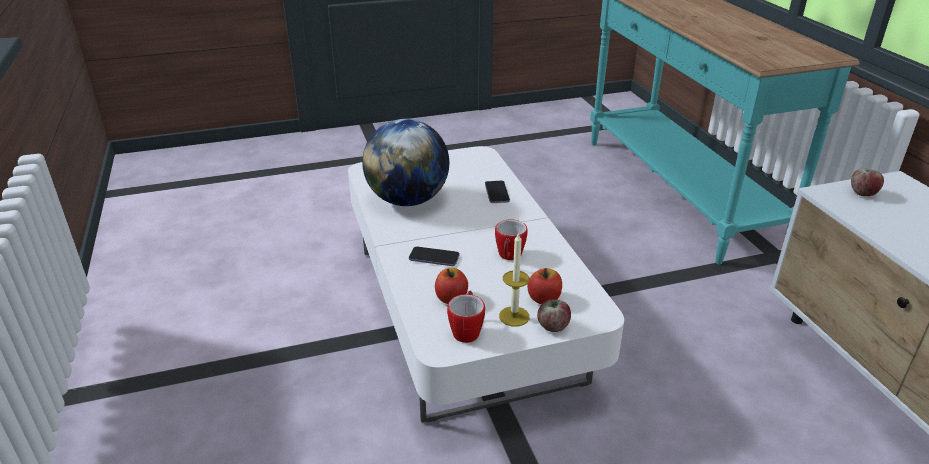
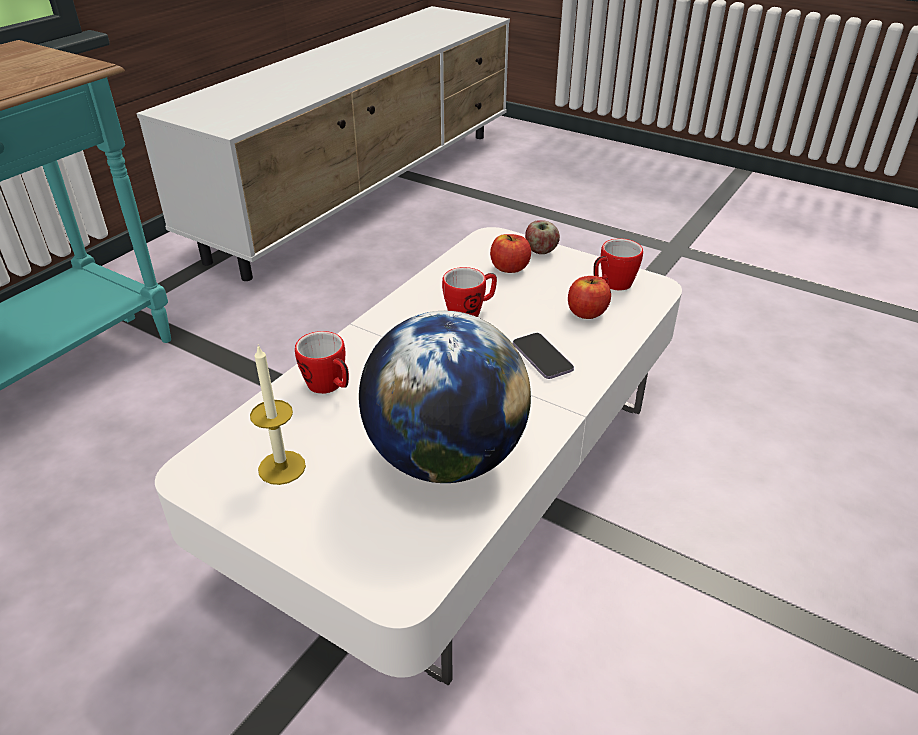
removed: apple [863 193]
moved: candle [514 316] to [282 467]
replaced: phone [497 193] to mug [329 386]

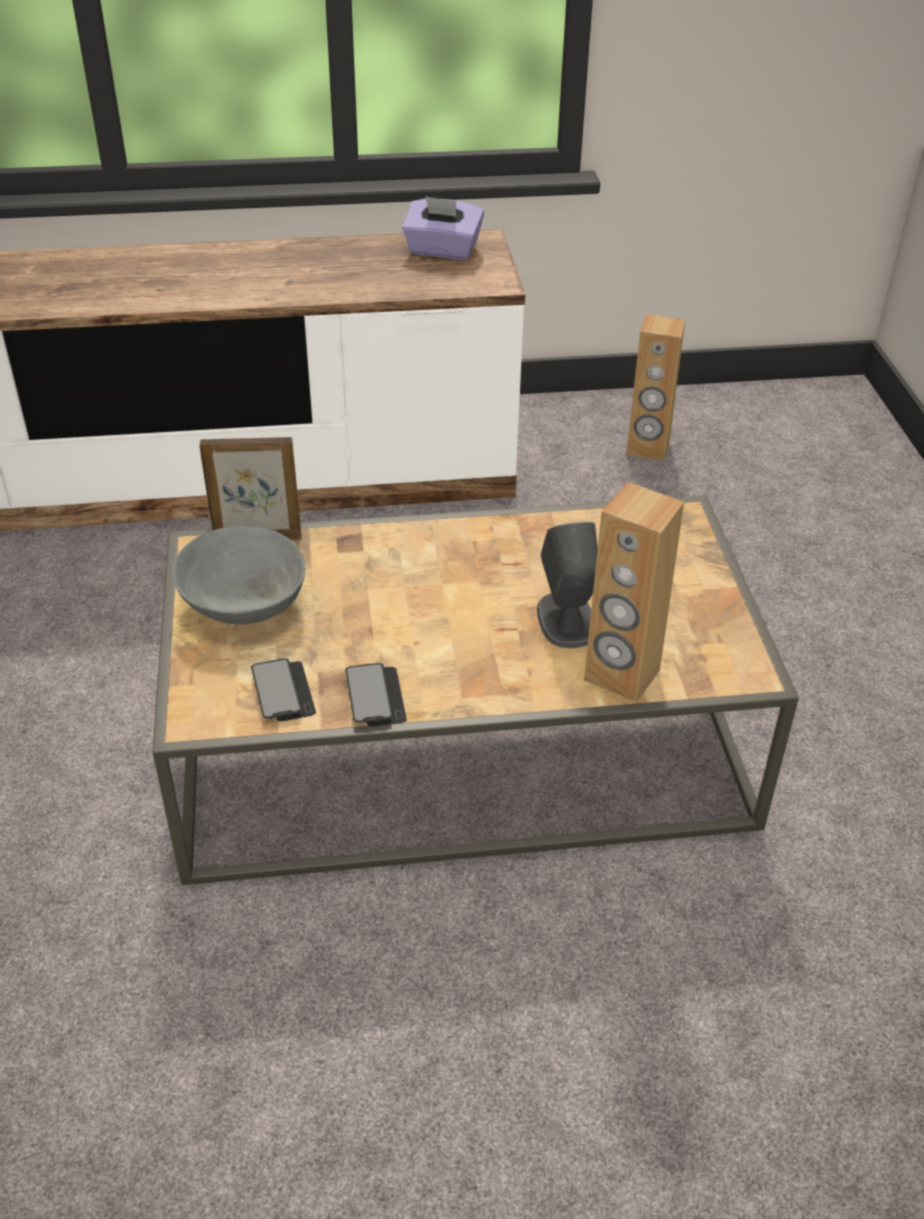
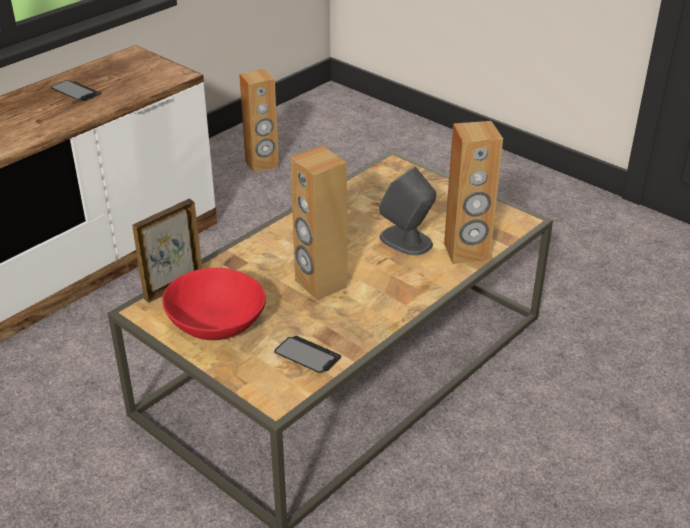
removed: purple tissue box [442 251]
added: brown speaker [320 284]
moved: phone [375 696] to [76 92]
recoloured: grey bowl [242 603] to red bowl [215 325]

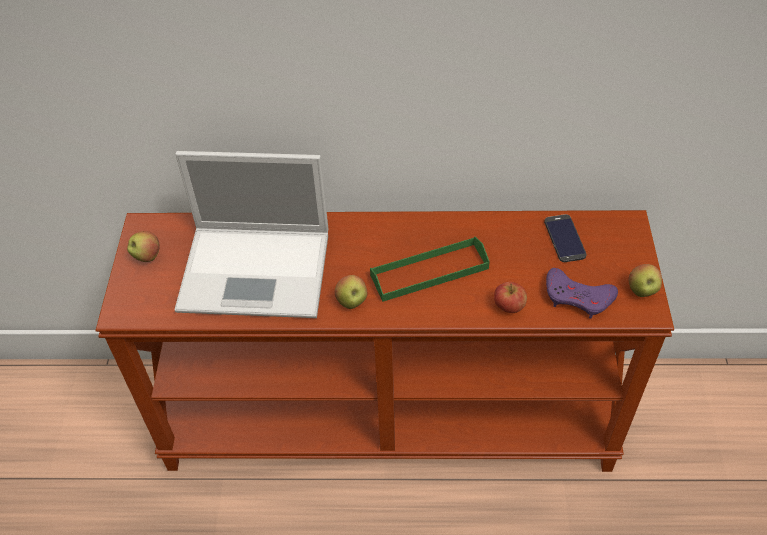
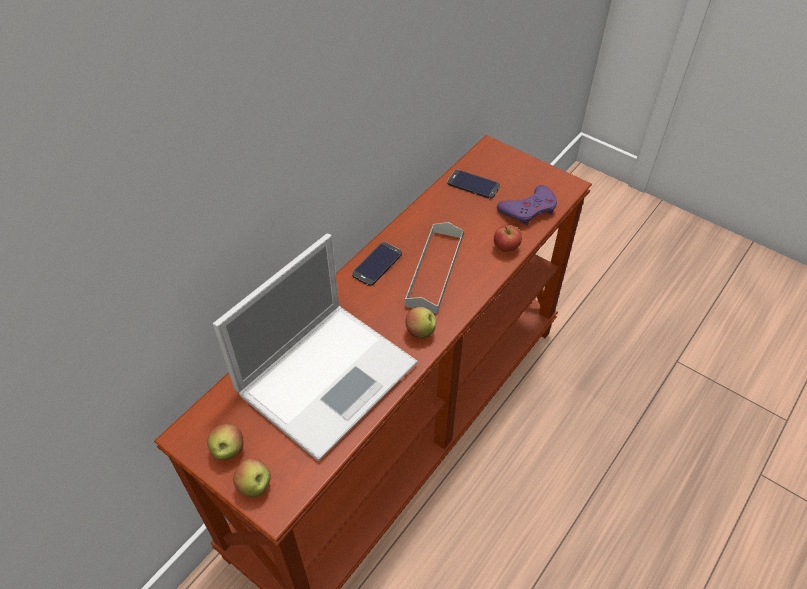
added: phone [377 264]
moved: apple [642 291] to [255 486]
recoloured: green tray [429 272] to grey tray [434 270]

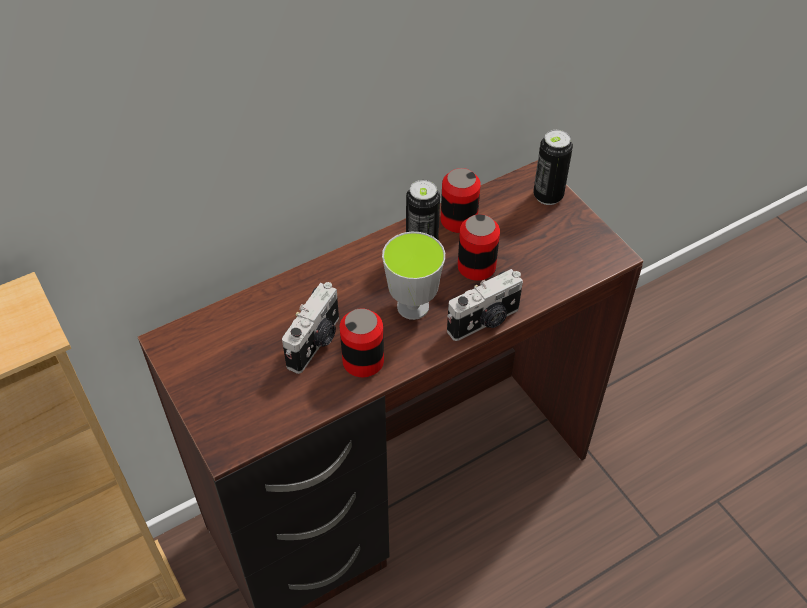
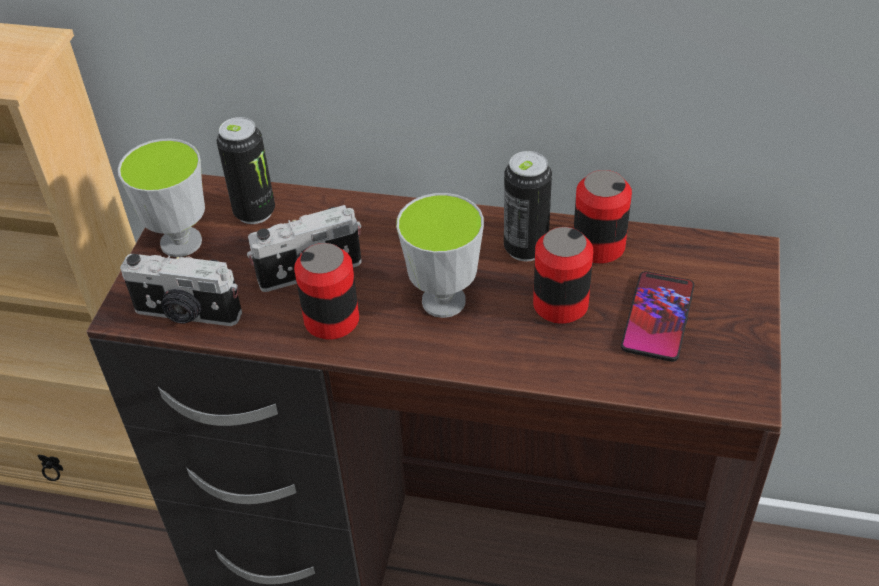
added: cup [181 242]; phone [658 317]
moved: photo camera [485 321] to [187 314]; can [548 196] to [254 212]

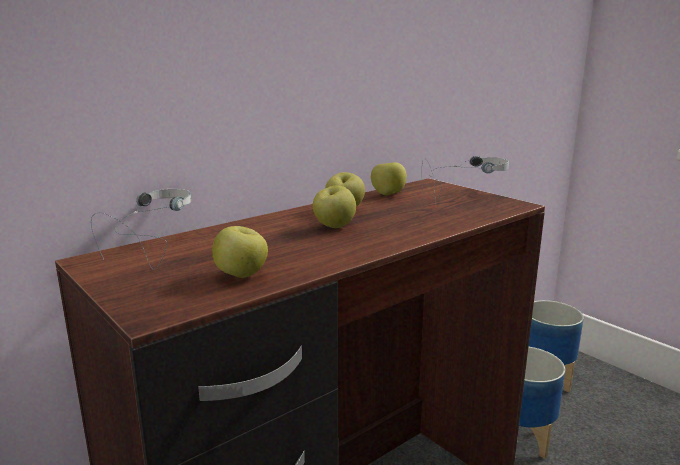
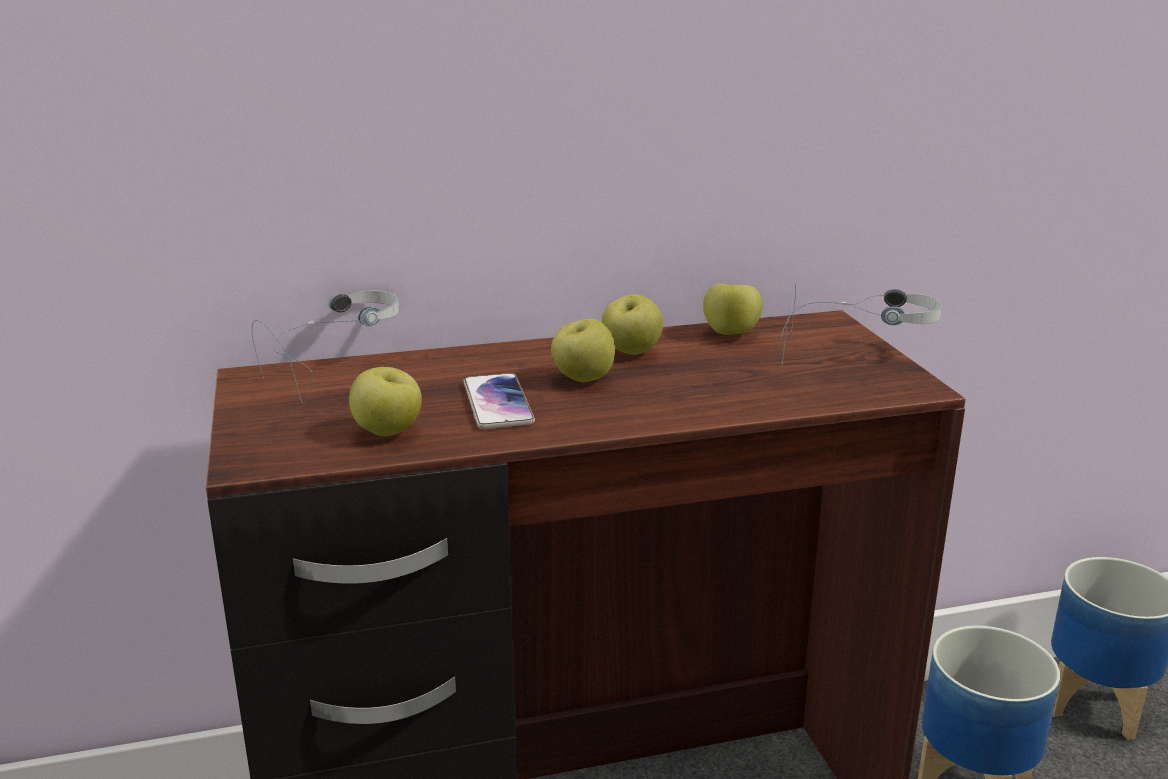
added: phone [497 403]

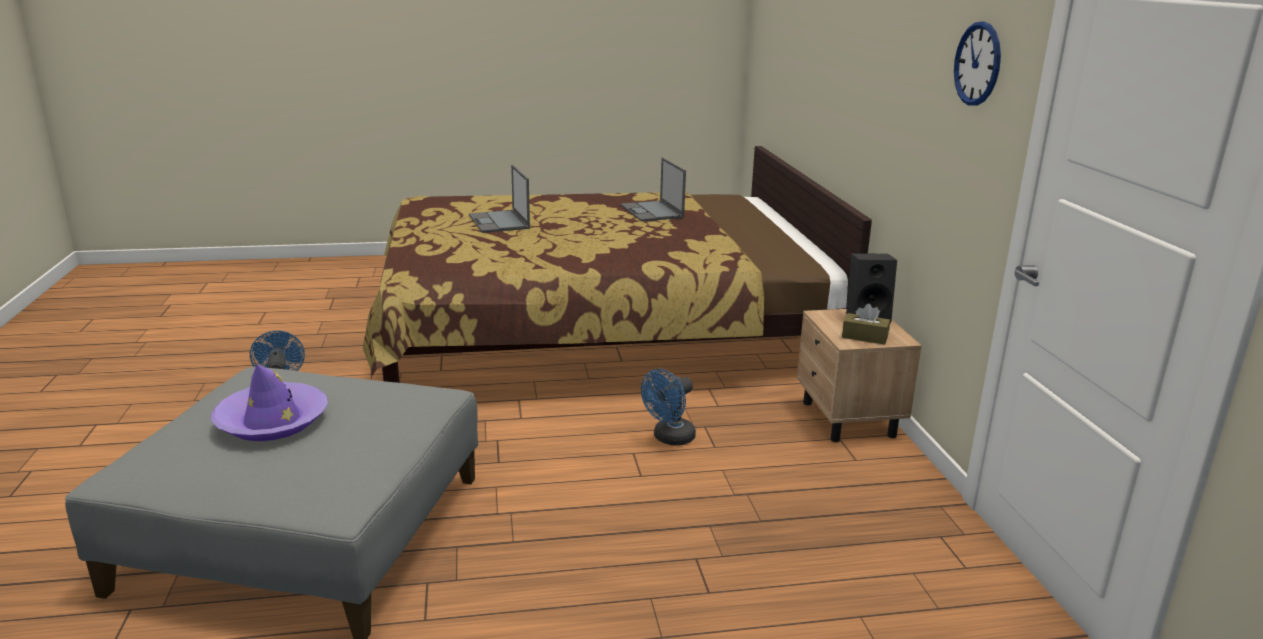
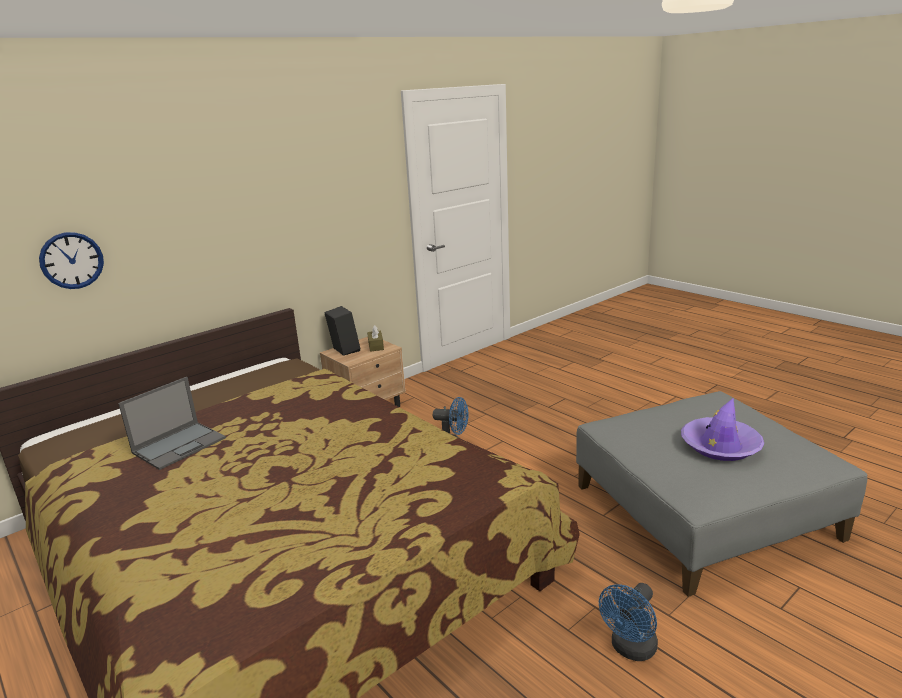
removed: laptop [499 222]
moved: wall clock [977 64] to [72 260]

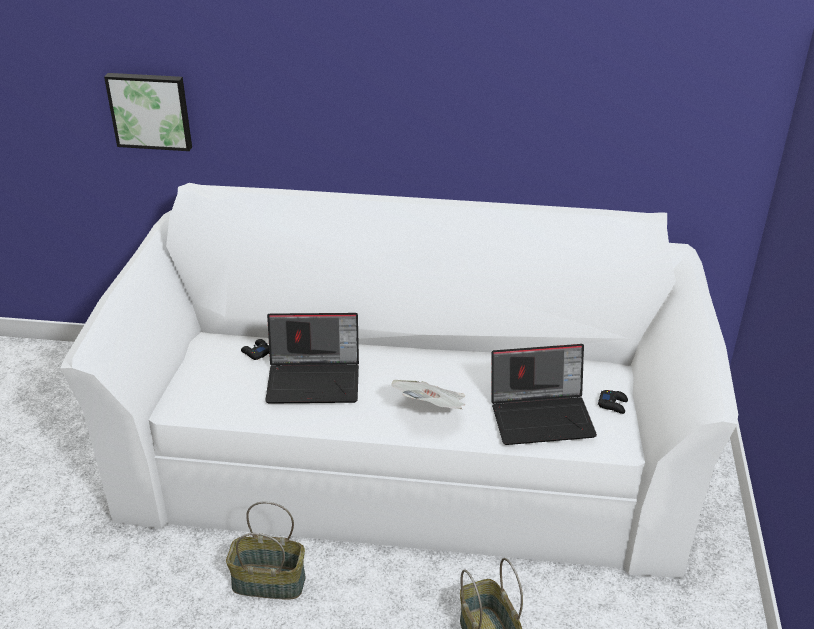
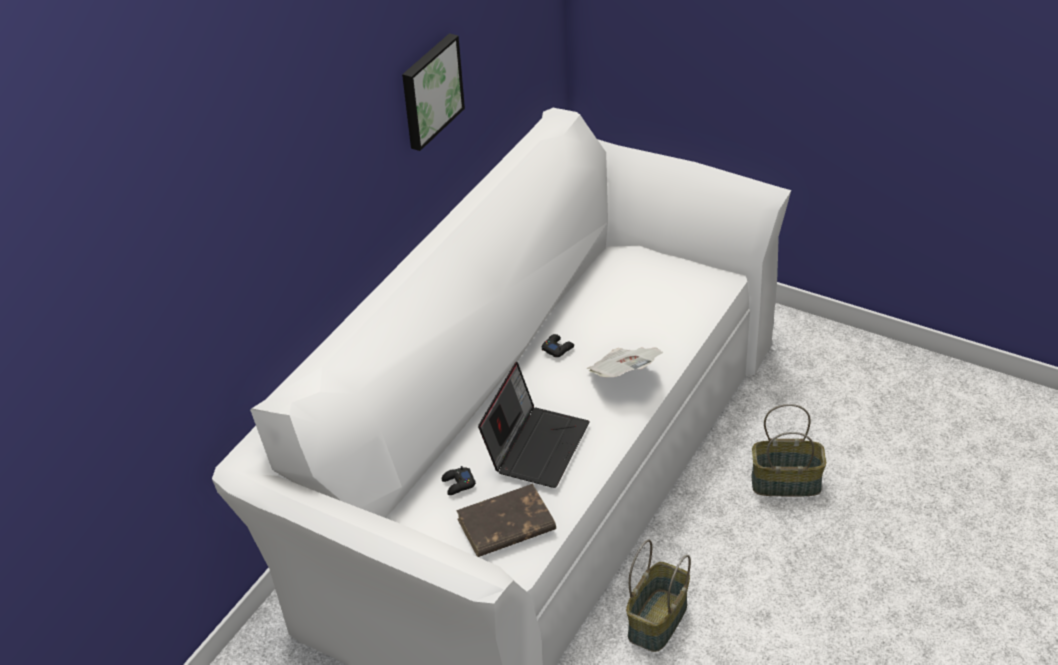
removed: laptop [542 416]
added: brown book [505 525]
moved: picture [150 110] to [430 90]; black game controller [613 404] to [557 348]

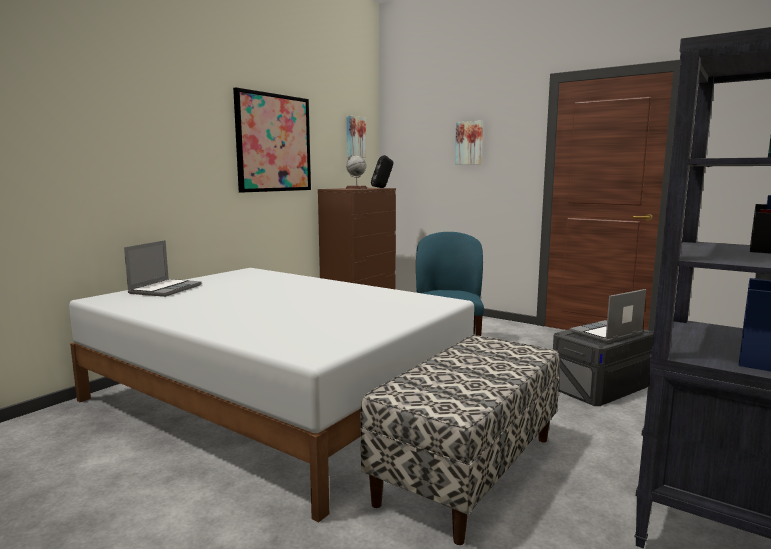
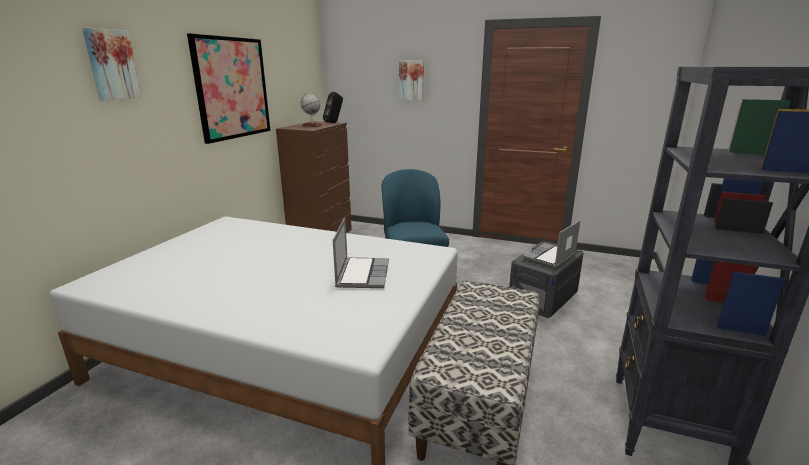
moved: laptop [165 289] to [362 274]; picture [354 137] to [111 65]

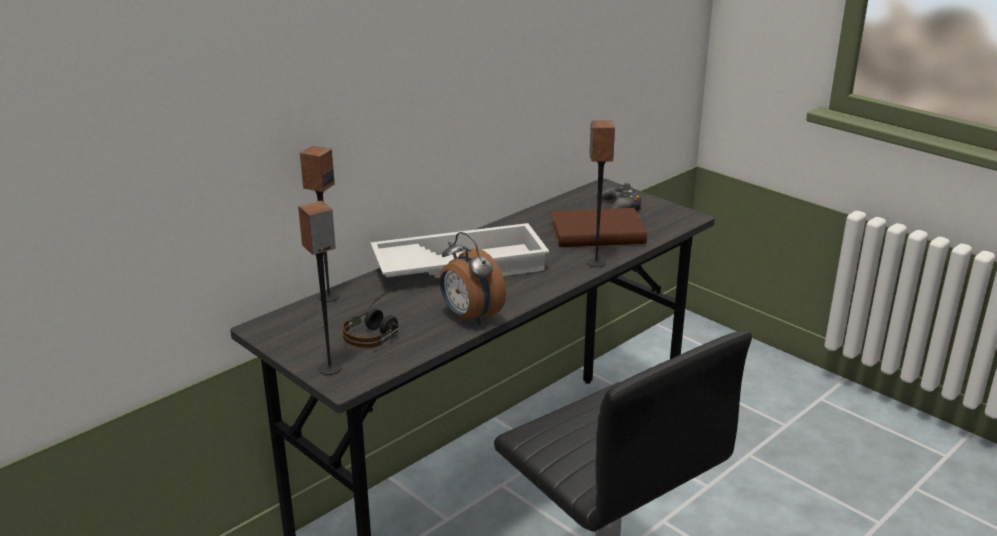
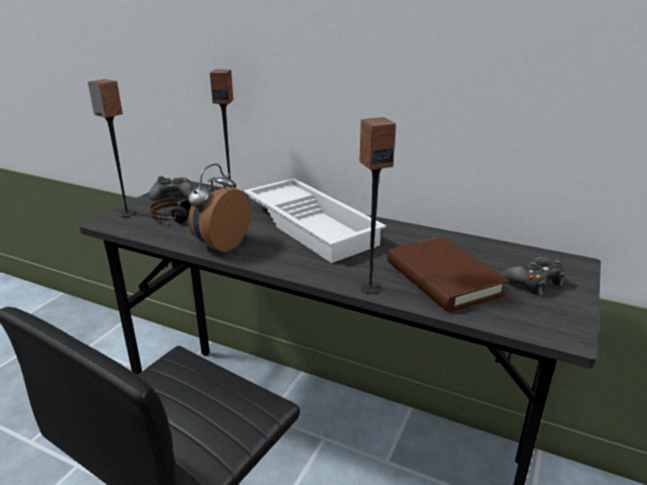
added: black game controller [173 195]

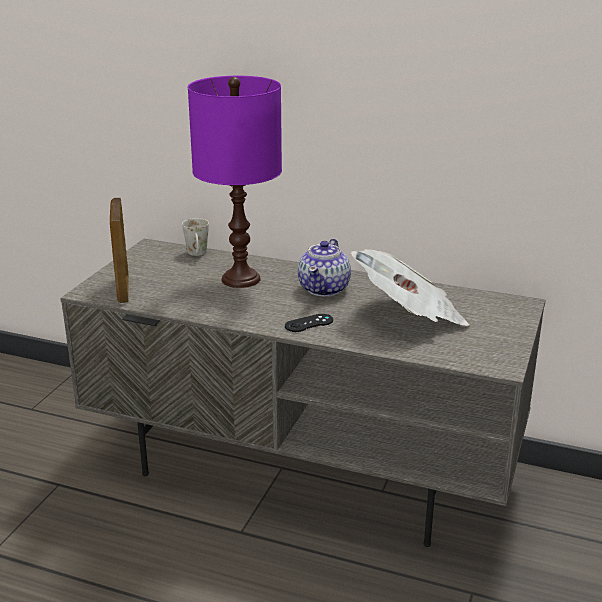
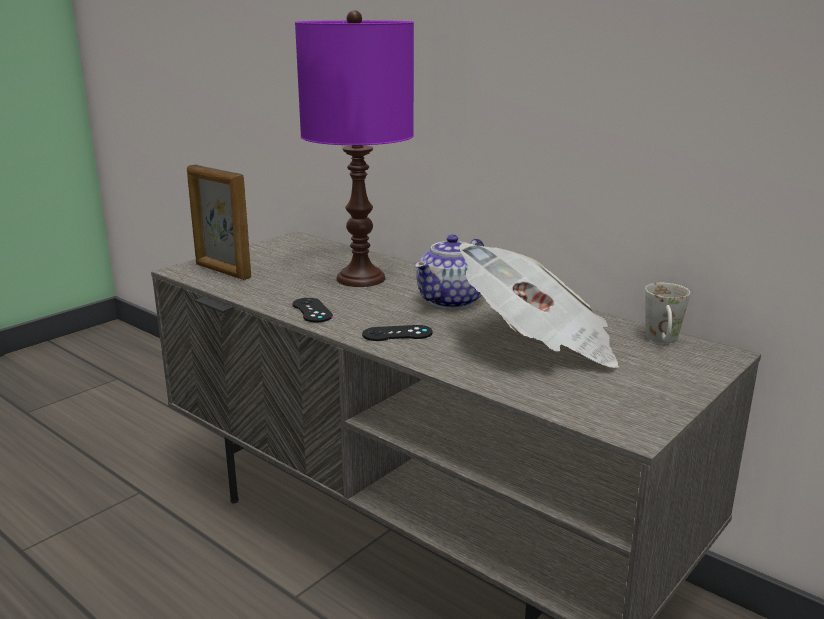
added: black game controller [312 310]
moved: white mug [197 254] to [663 341]
turned: picture frame [123 289] = [222 271] 60 degrees counterclockwise

